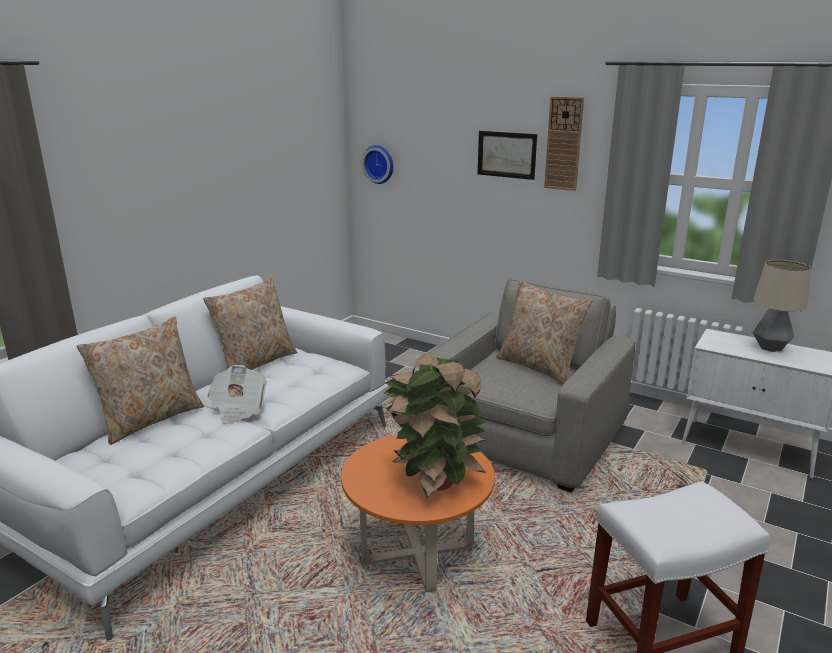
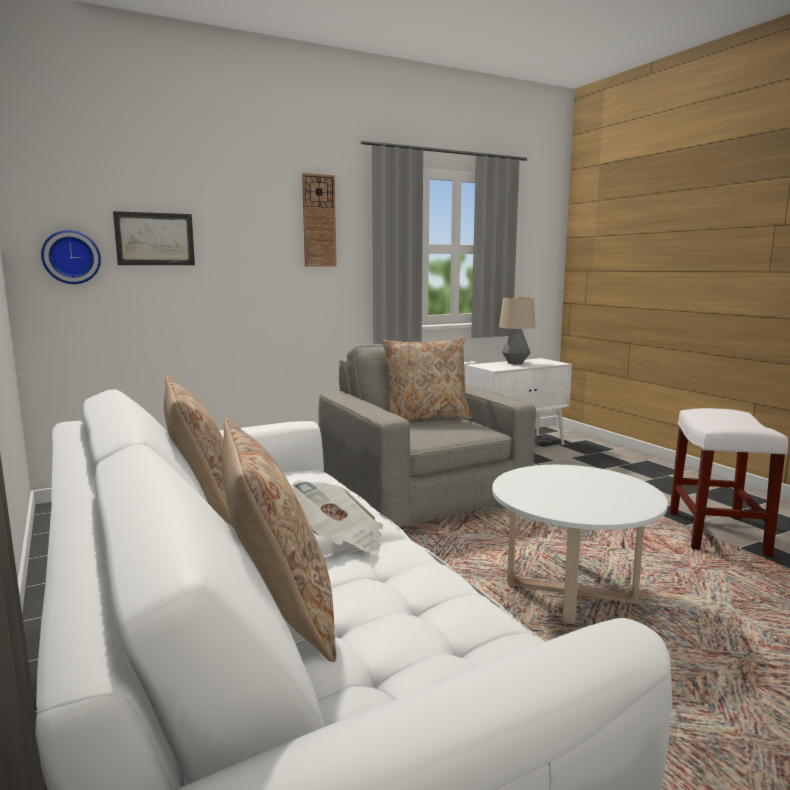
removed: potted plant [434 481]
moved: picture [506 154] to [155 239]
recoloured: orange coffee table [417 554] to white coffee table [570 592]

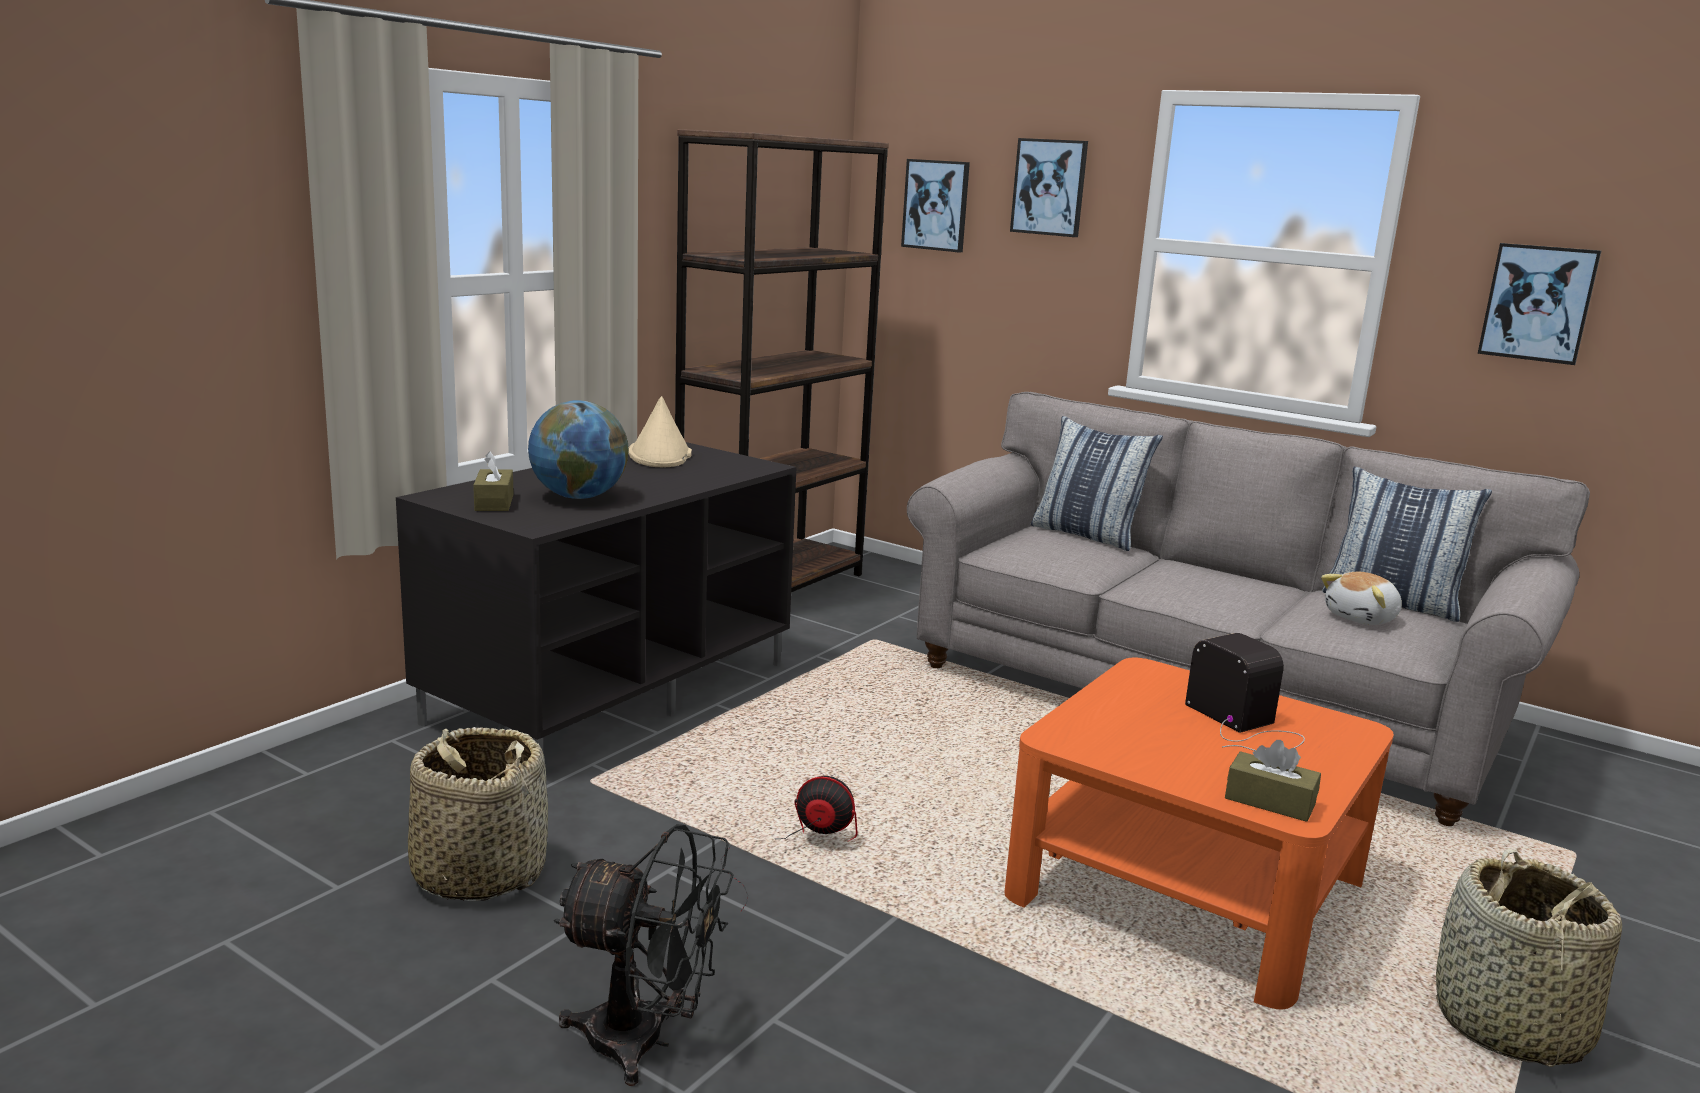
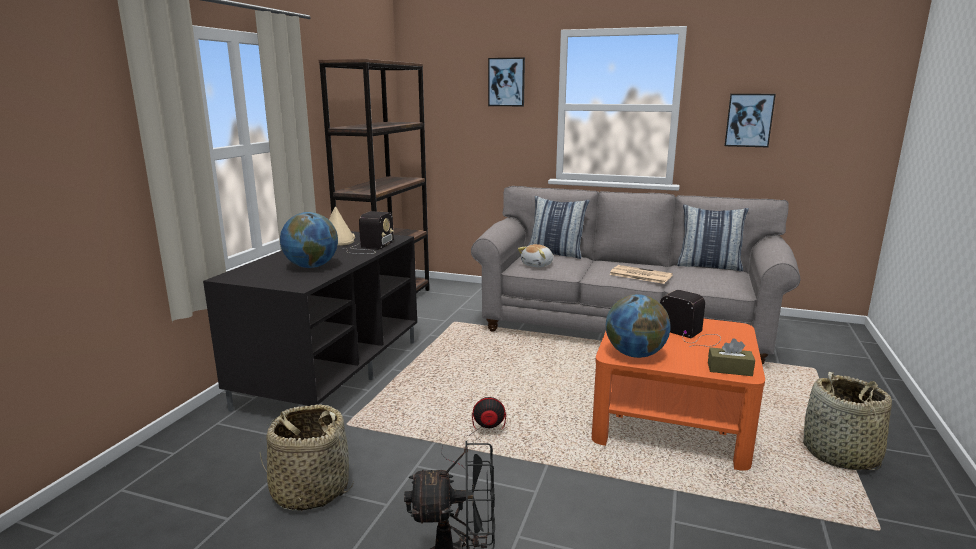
removed: brown tissue box [494 502]; picture [936 205]
added: radio [369 247]; globe [635 354]; newspaper [639 275]
moved: plush toy [1362 618] to [538 265]

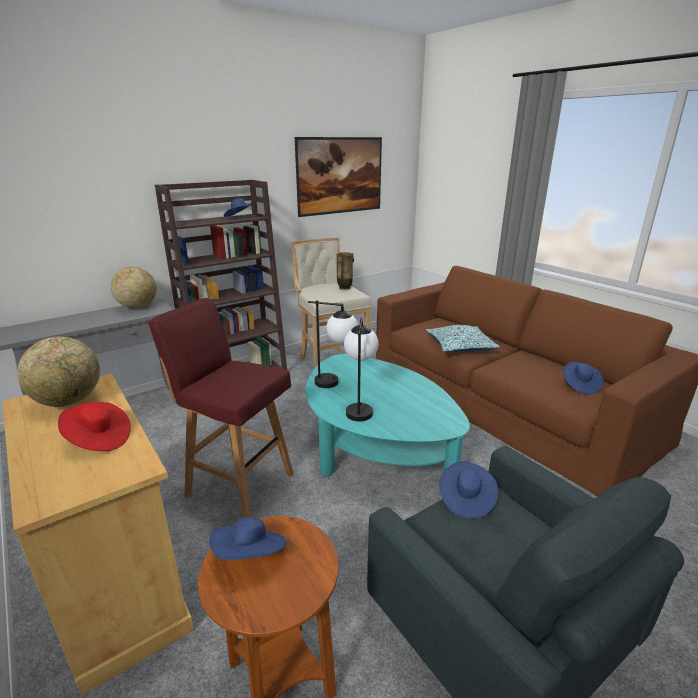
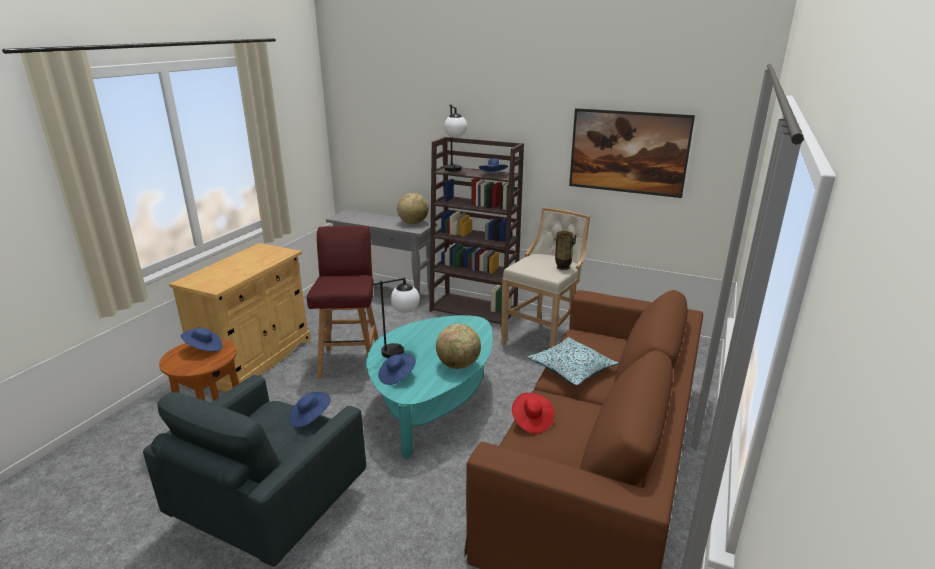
moved: globe [69 401] to [458 365]; red hat [98 439] to [531 421]; table lamp [336 383] to [455 171]; blue hat [579 385] to [397 376]

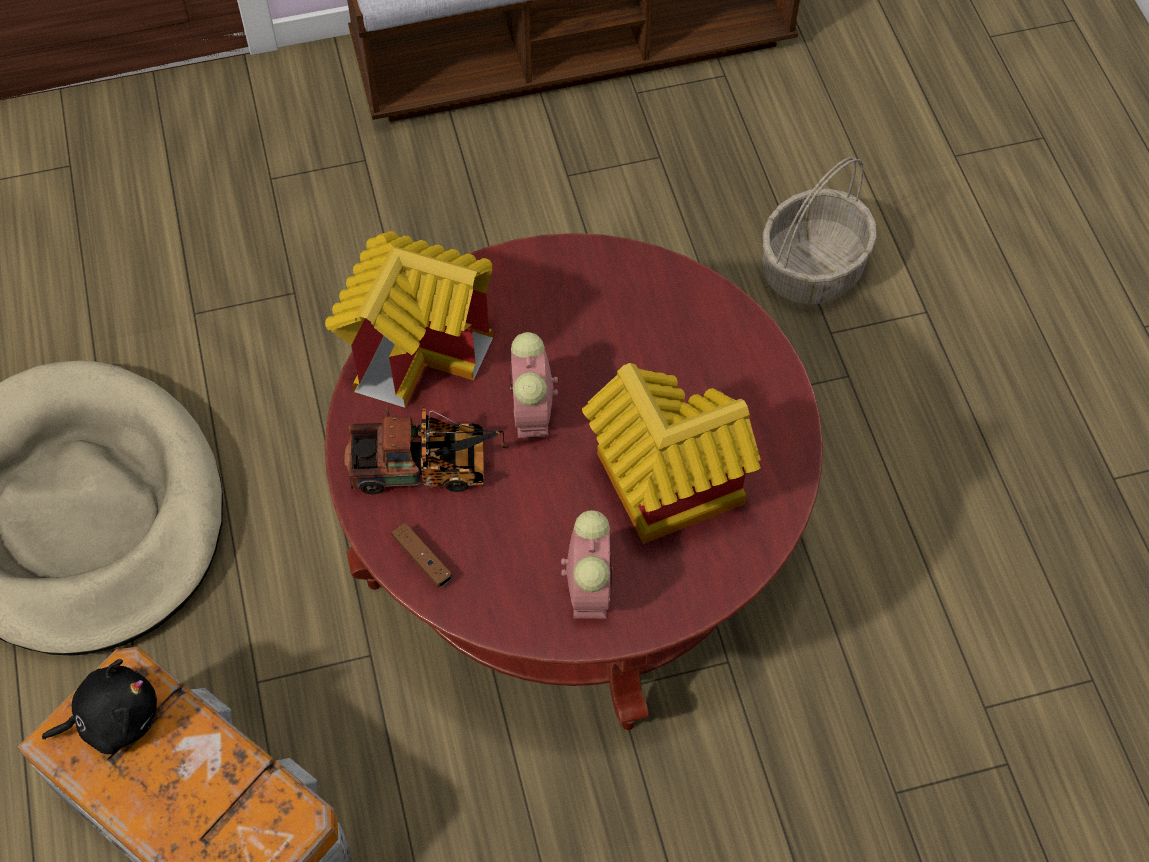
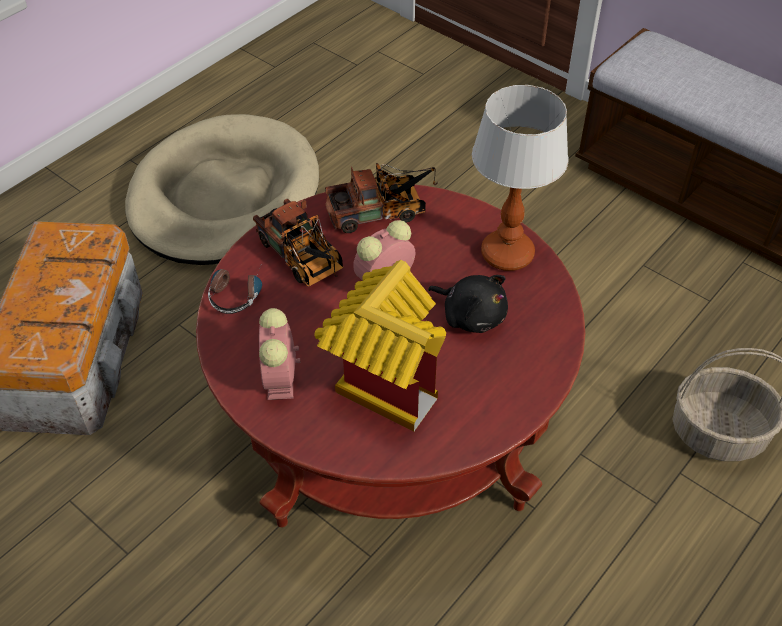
added: table lamp [507 254]
moved: black plush toy [113 719] to [471 315]
replaced: toy house [421 349] to toy truck [382 212]; brown game controller [422 559] to headphones [237 291]
turned: alarm clock [589 586] = [281 381] 120 degrees clockwise

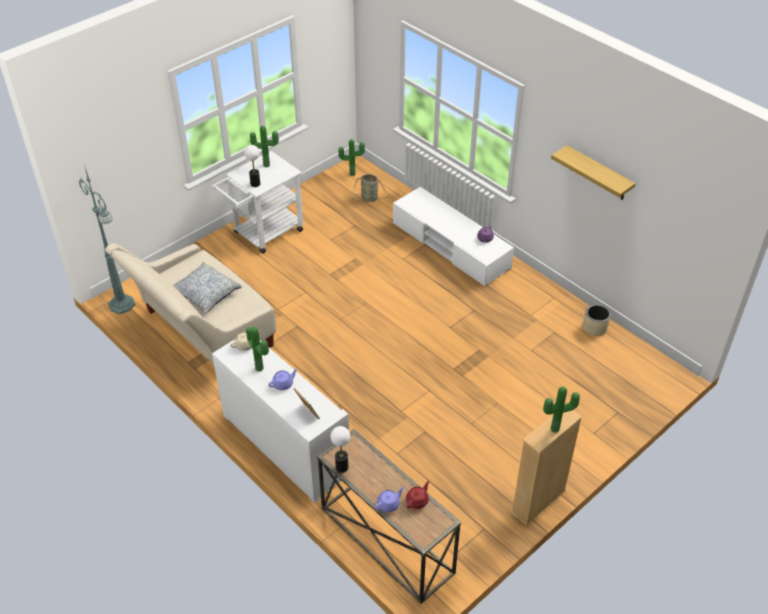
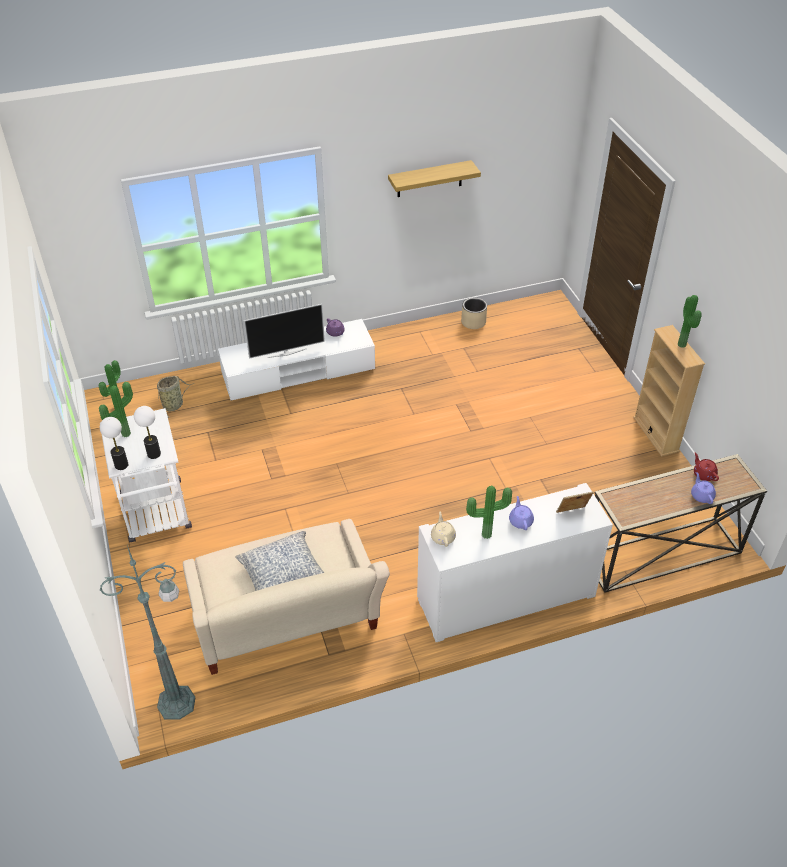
added: television [286 352]
moved: table lamp [342 467] to [121 465]

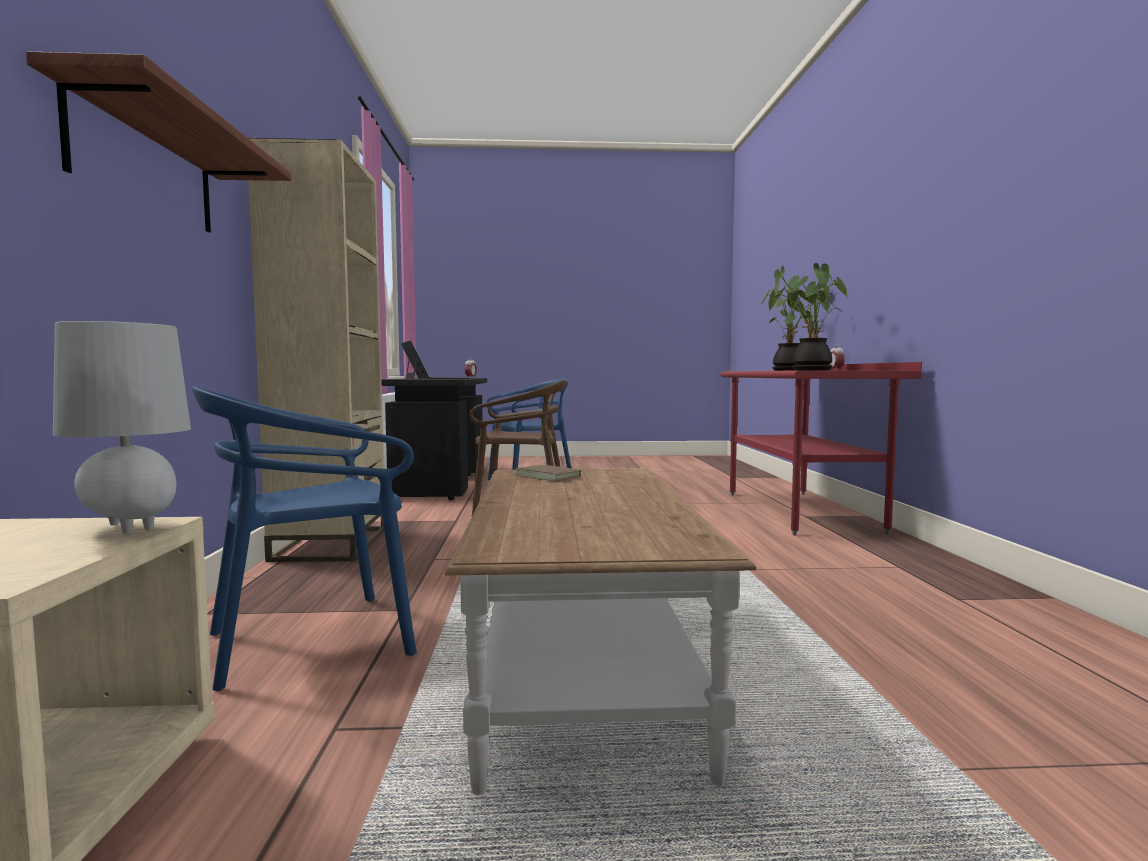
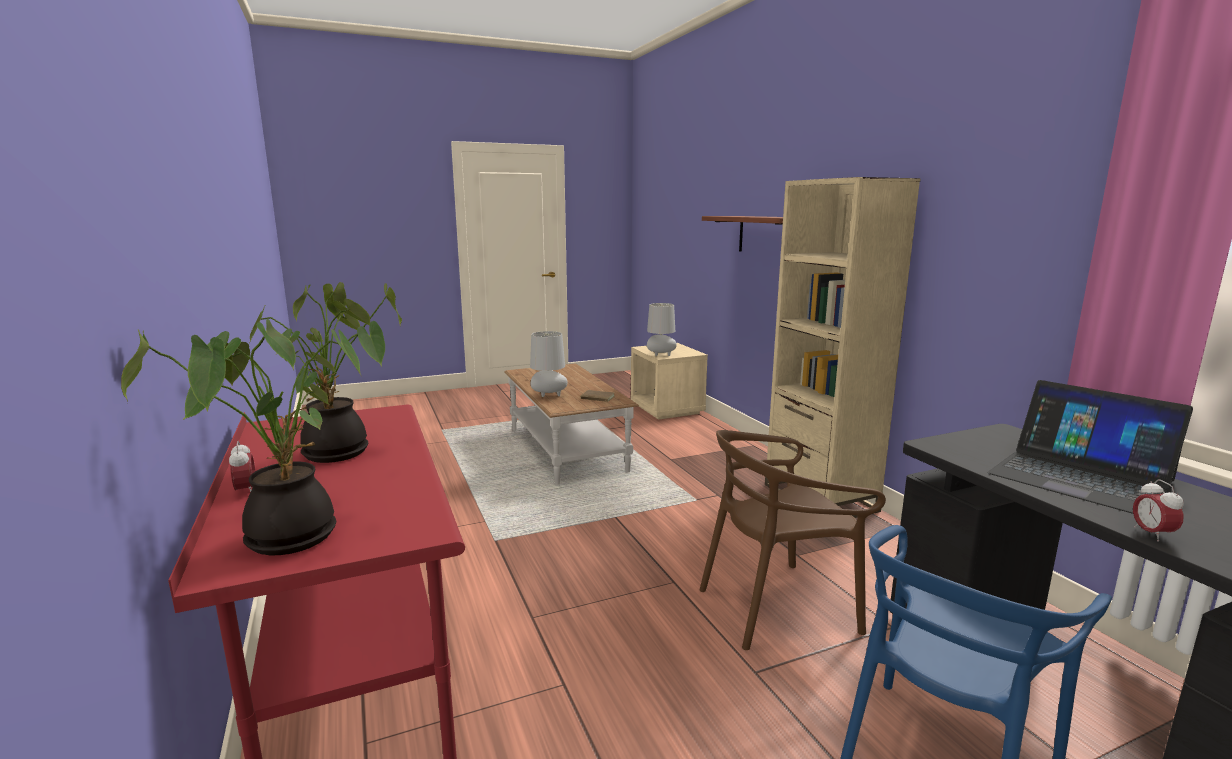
removed: blue chair [313 640]
added: grey table lamp [548 396]

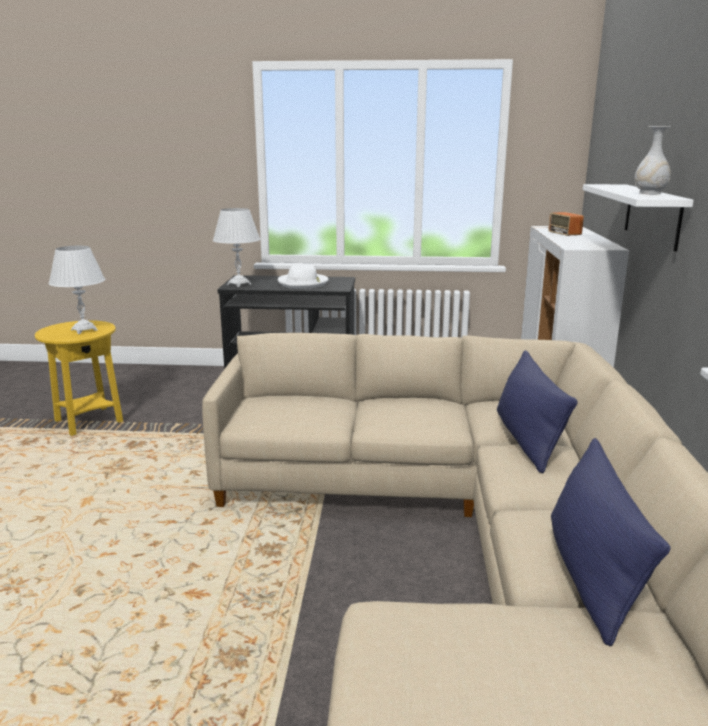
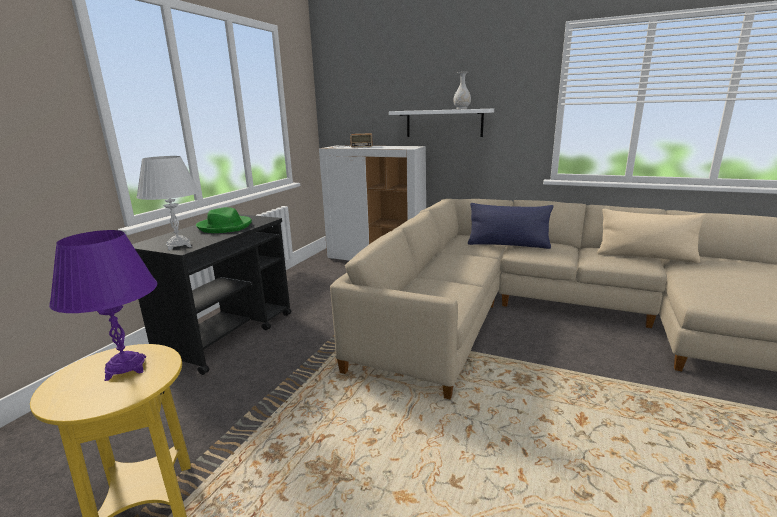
recoloured: white table lamp [84 330] to purple table lamp [126 368]; white hat [303 283] to green hat [225 226]; blue pillow [591 573] to beige pillow [645 257]

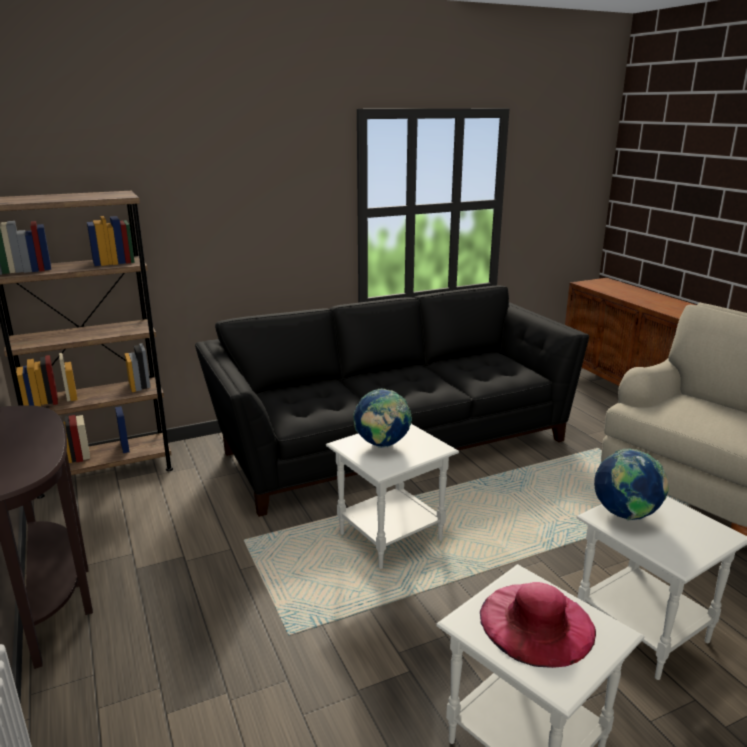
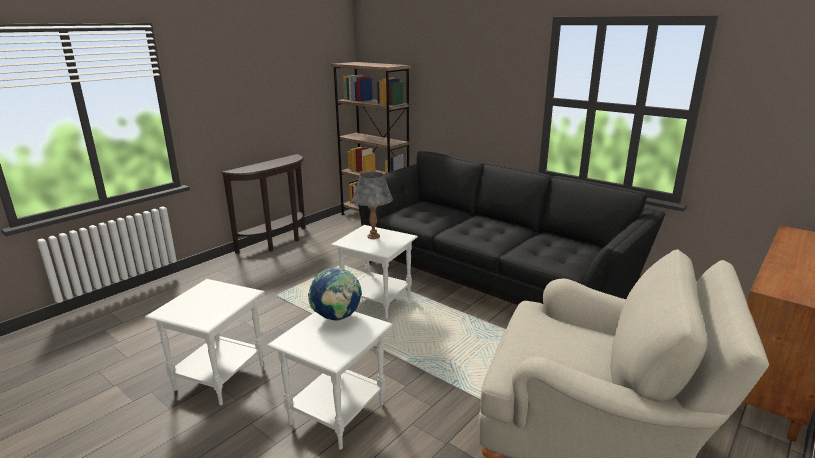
removed: pink hat [536 623]
replaced: globe [382 445] to grey table lamp [373 236]

